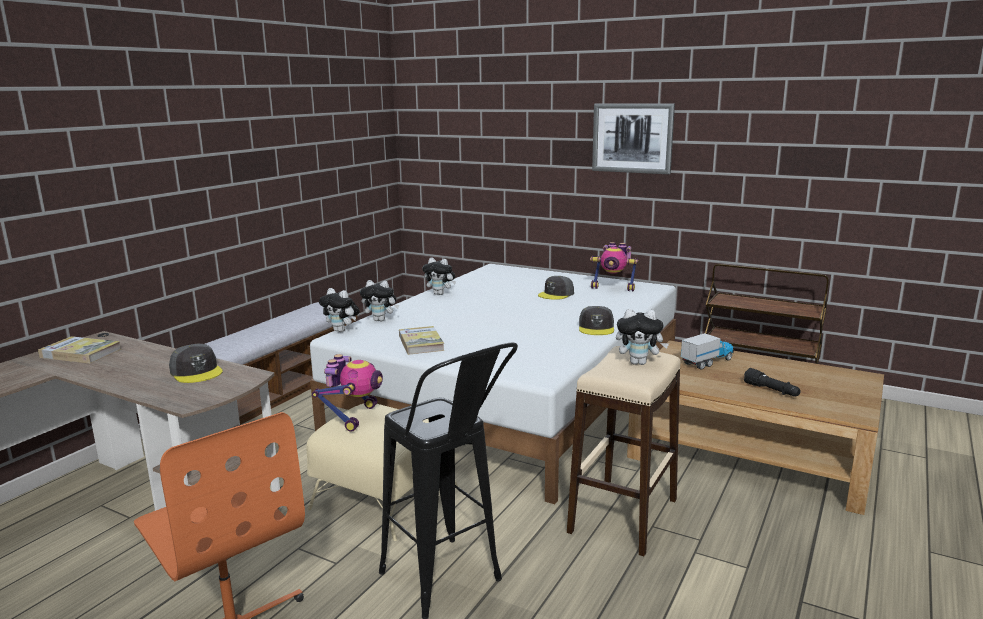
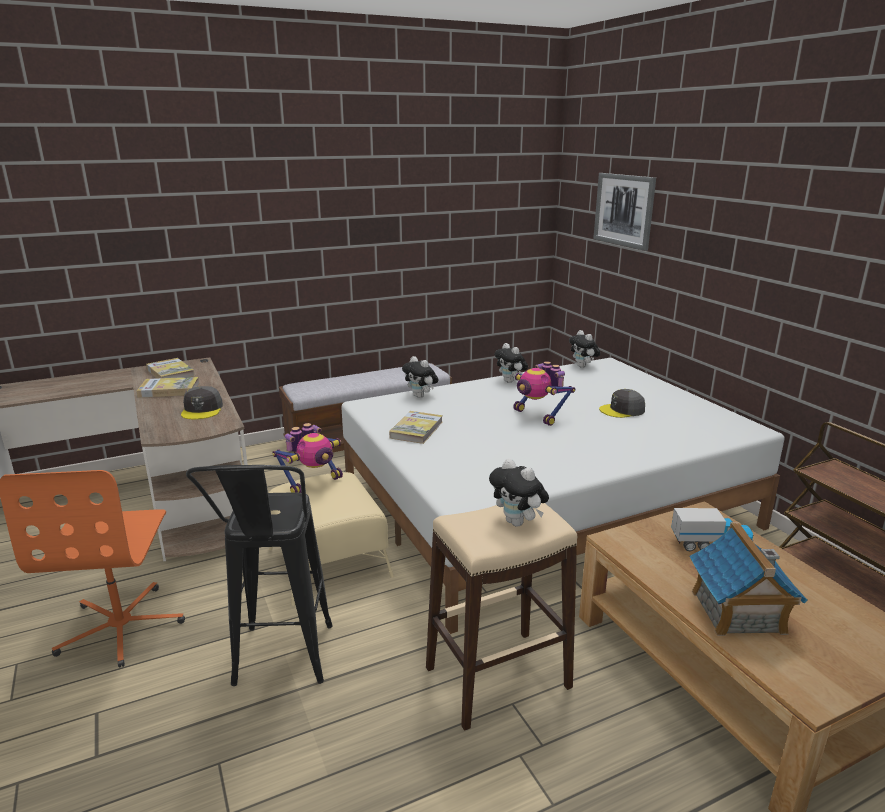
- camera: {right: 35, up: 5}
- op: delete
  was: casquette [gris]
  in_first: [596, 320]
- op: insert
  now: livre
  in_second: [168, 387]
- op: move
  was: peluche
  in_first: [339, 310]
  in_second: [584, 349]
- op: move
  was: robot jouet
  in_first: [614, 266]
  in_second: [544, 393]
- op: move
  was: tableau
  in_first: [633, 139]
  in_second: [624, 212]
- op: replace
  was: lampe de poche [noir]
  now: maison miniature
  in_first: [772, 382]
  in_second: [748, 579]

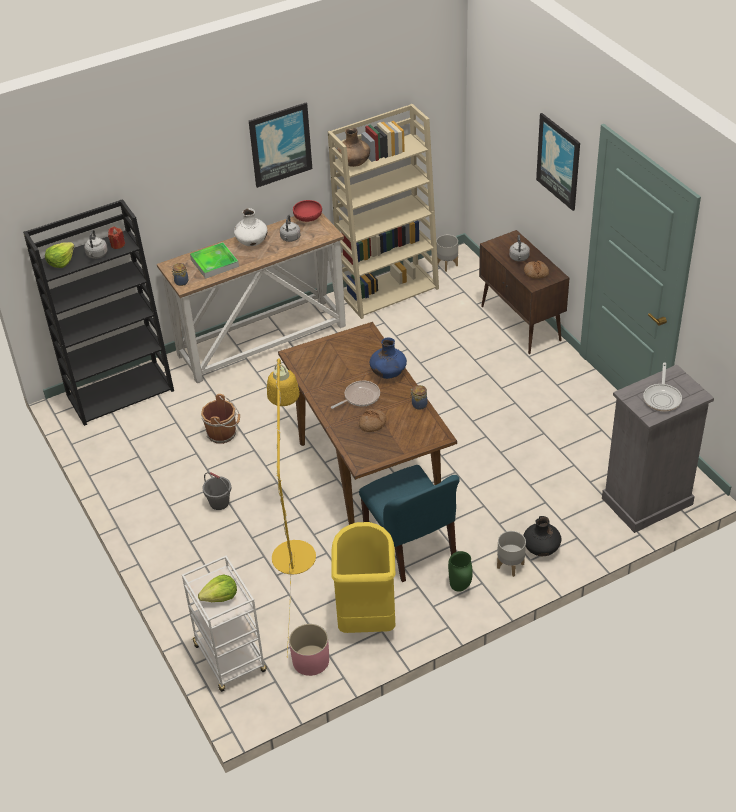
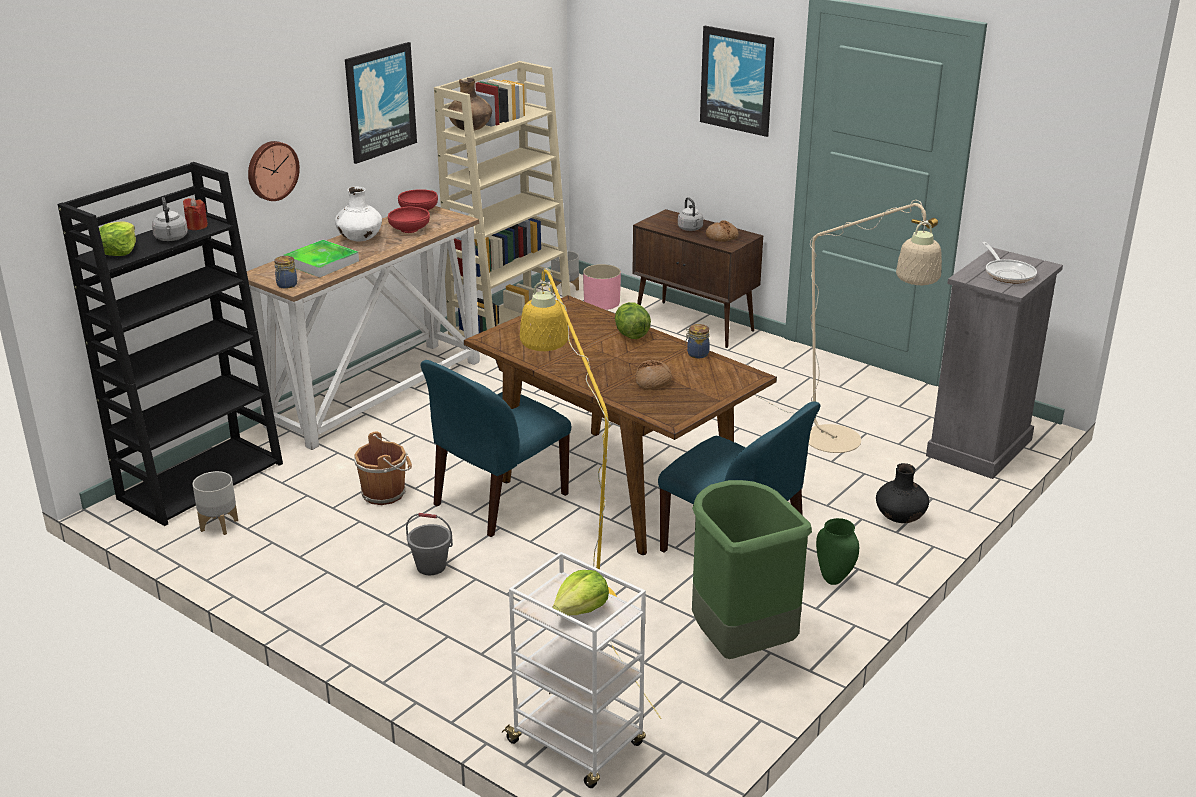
- camera: {right: -25, up: -15}
- op: delete
  was: poêle
  in_first: [355, 395]
- op: insert
  now: horloge murale
  in_second: [274, 171]
- op: insert
  now: chaise [bleu]
  in_second: [496, 448]
- op: insert
  now: lampadaire [beige]
  in_second: [848, 326]
- op: move
  was: cache-pot [rose]
  in_first: [309, 650]
  in_second: [602, 287]
- op: move
  was: cache-pot [gris]
  in_first: [511, 554]
  in_second: [215, 503]
- op: replace
  was: bouilloire [gris]
  now: bol [rouge]
  in_first: [290, 228]
  in_second: [409, 220]
- op: replace
  was: vase [bleu]
  now: laitue
  in_first: [388, 358]
  in_second: [633, 320]
- op: recolor
  was: poubelle [jaune]
  now: poubelle [vert]
  in_first: [363, 577]
  in_second: [752, 569]

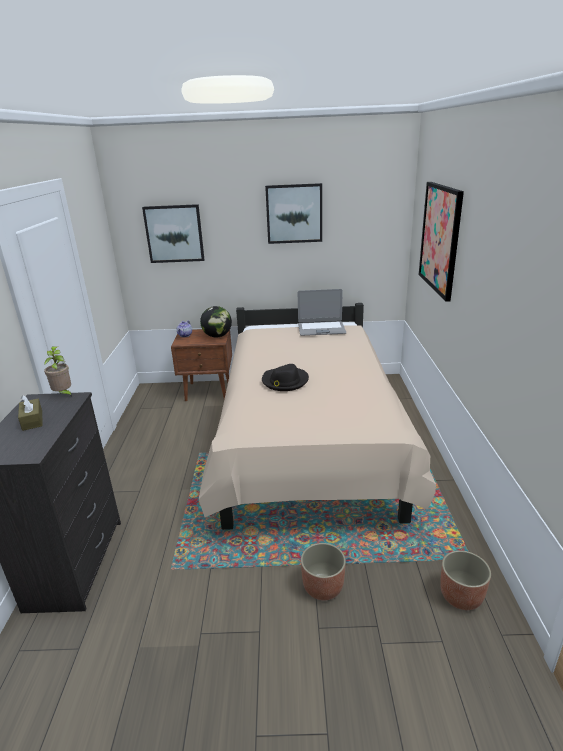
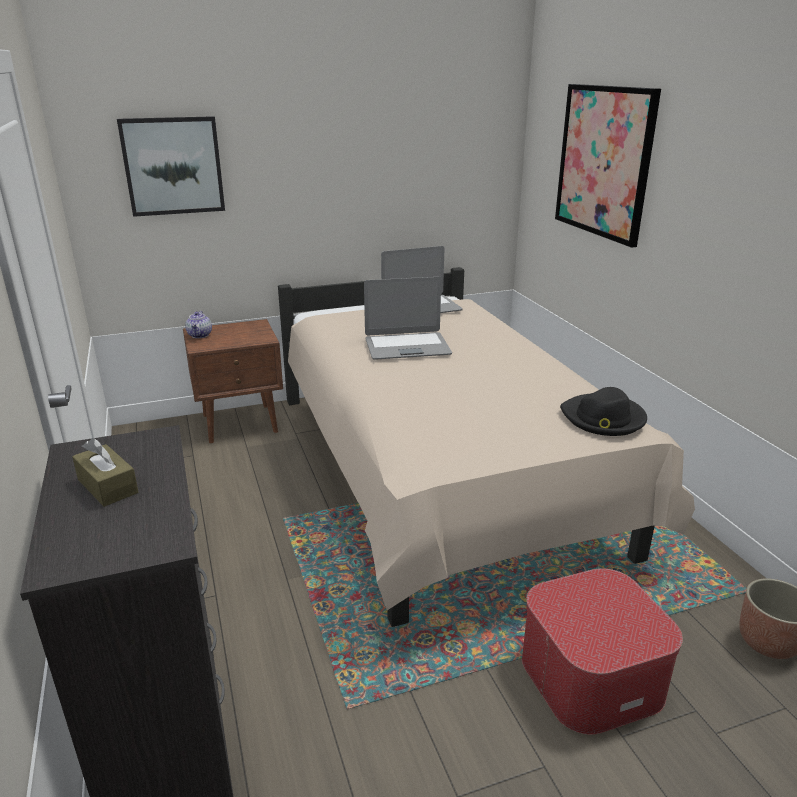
- camera: {right: -20, up: 0}
- op: delete
  was: plante en pot
  in_first: [58, 371]
- op: delete
  was: globe
  in_first: [216, 321]
- op: delete
  was: tableau
  in_first: [293, 213]
- op: insert
  now: ordinateur portable
  in_second: [408, 318]
- op: move
  was: chapeau [noir]
  in_first: [285, 377]
  in_second: [603, 411]
- op: replace
  was: cache-pot
  now: pouf
  in_first: [323, 571]
  in_second: [602, 651]

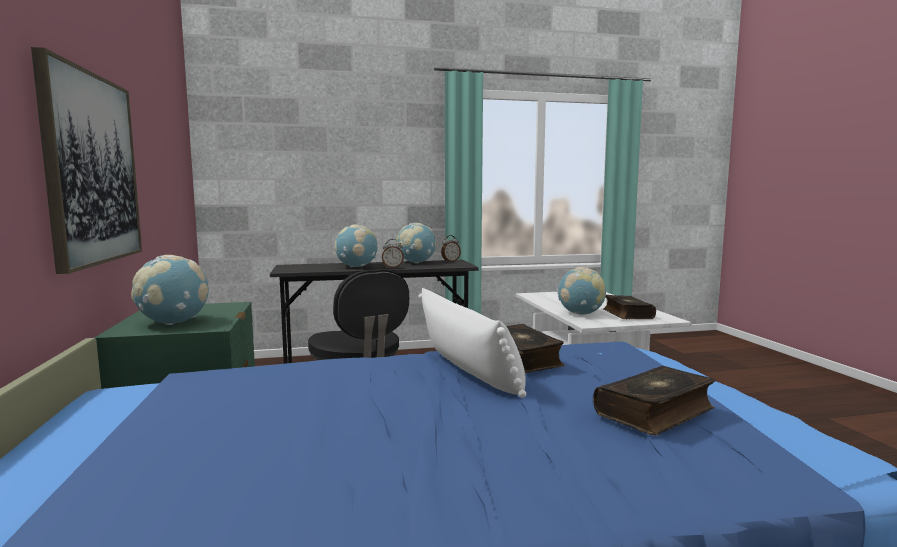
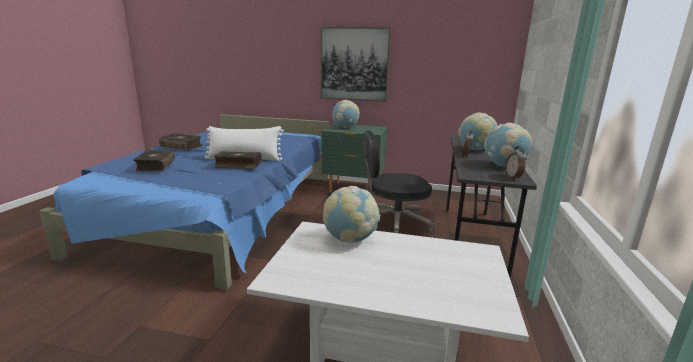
- camera: {right: 115, up: 10}
- op: move
  was: livre
  in_first: [629, 307]
  in_second: [180, 142]

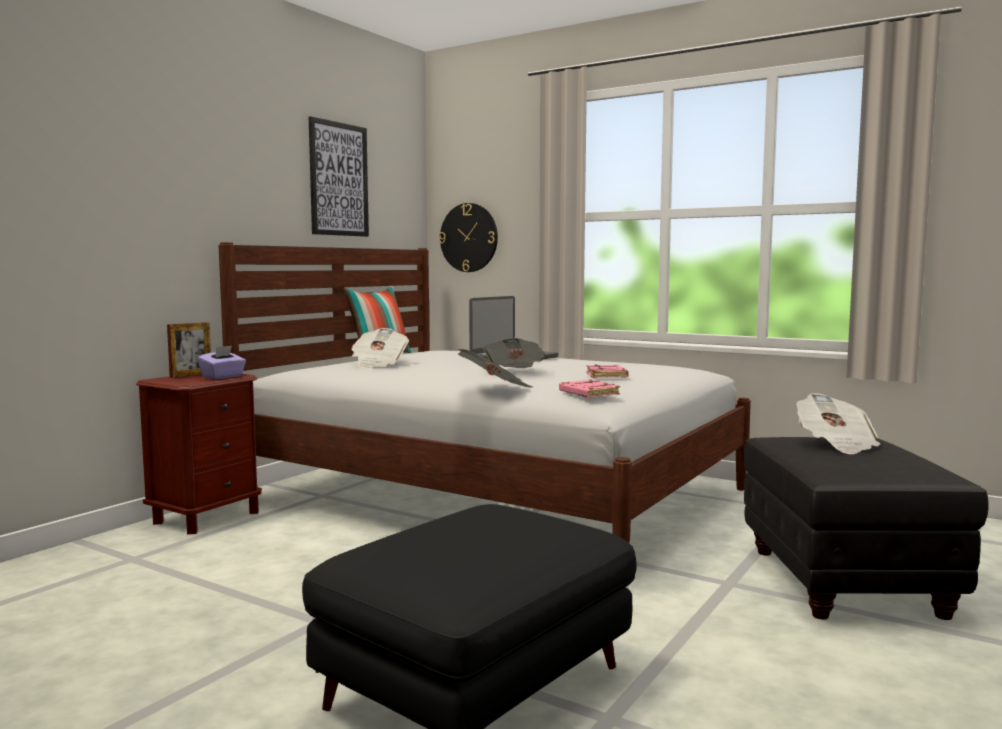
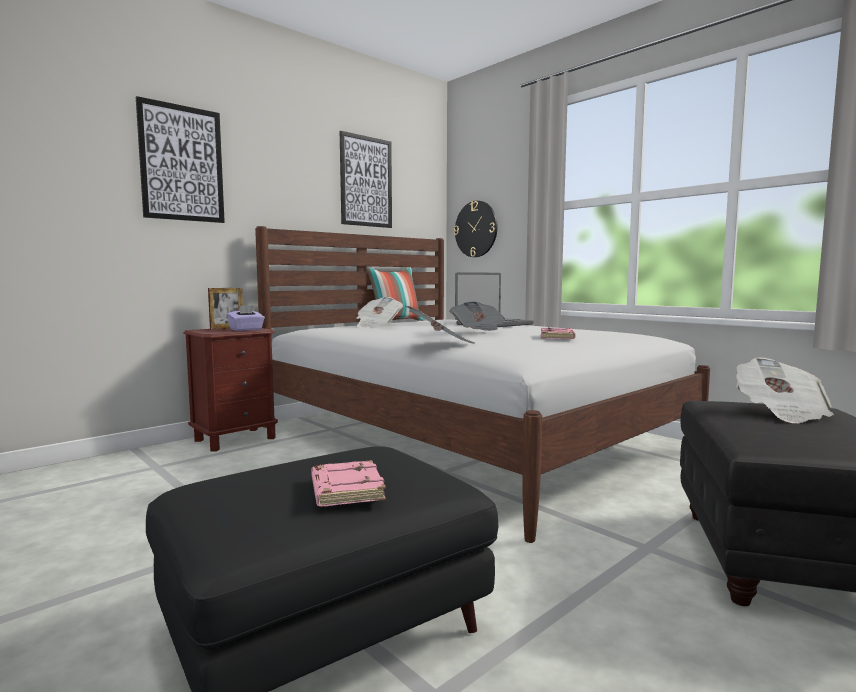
- camera: {right: 15, up: 0}
- op: insert
  now: tableau
  in_second: [180, 159]
- op: move
  was: livre [rose]
  in_first: [589, 388]
  in_second: [348, 483]

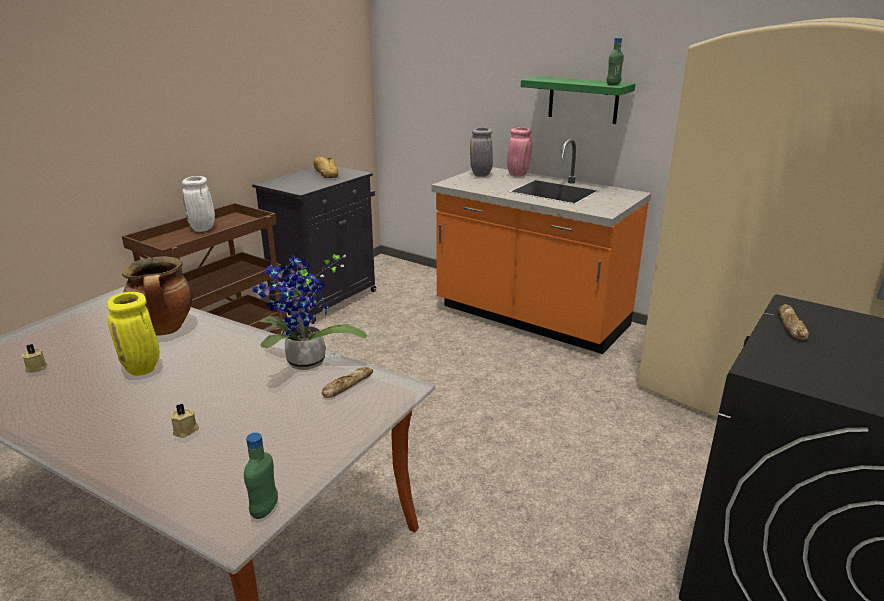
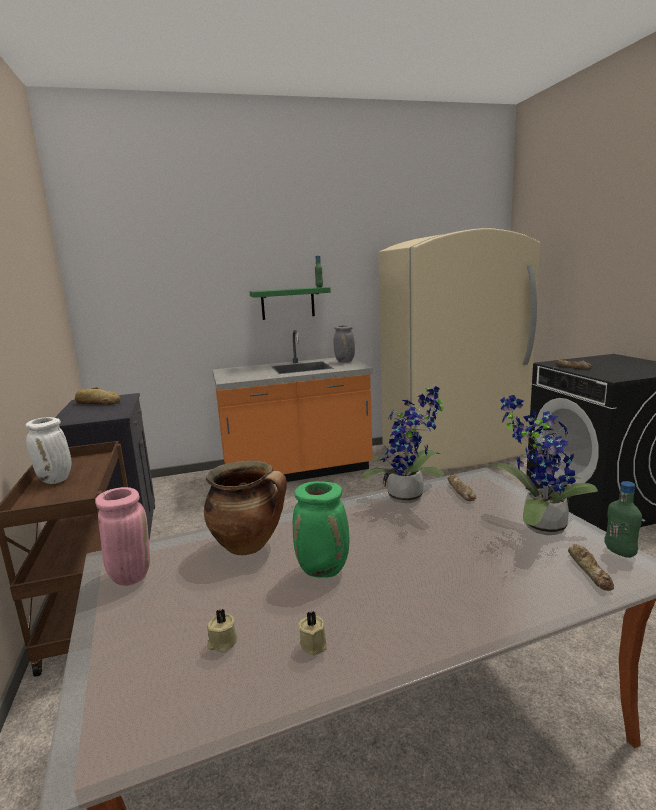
- camera: {right: -50, up: -10}
- op: insert
  now: plante en pot
  in_second: [545, 465]
- op: insert
  now: pain
  in_second: [591, 567]
- op: move
  was: bougie [beige]
  in_first: [184, 421]
  in_second: [312, 633]
- op: move
  was: vase [gris]
  in_first: [481, 152]
  in_second: [344, 344]
- op: move
  was: vase [rose]
  in_first: [519, 152]
  in_second: [122, 536]
- op: recolor
  was: vase [jaune]
  now: vase [vert]
  in_first: [133, 334]
  in_second: [321, 529]

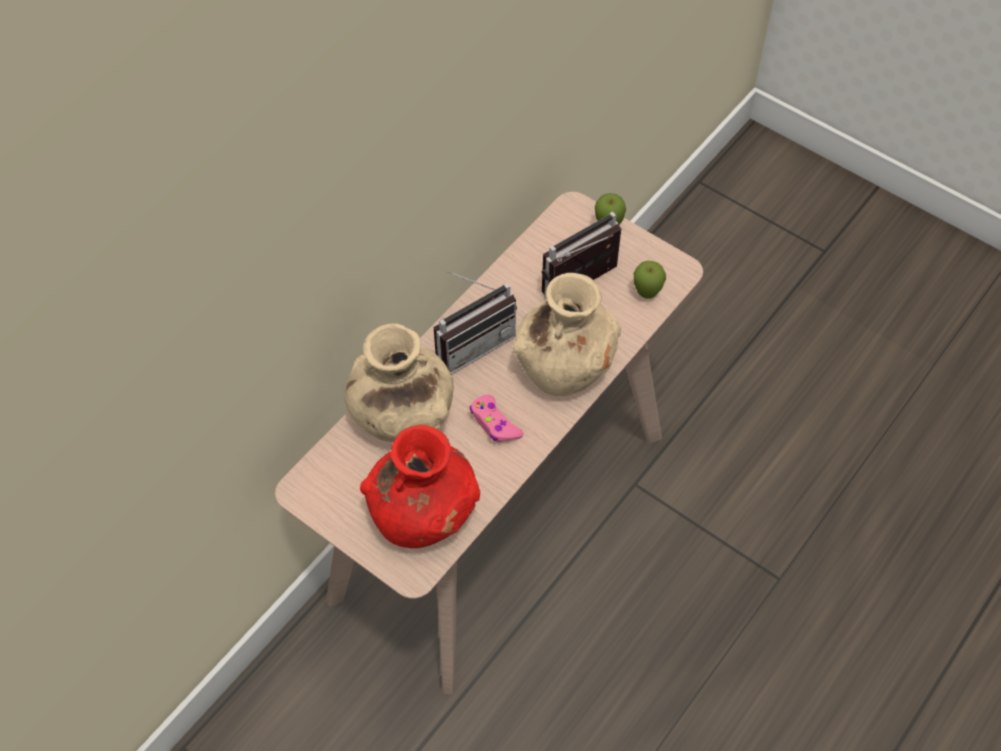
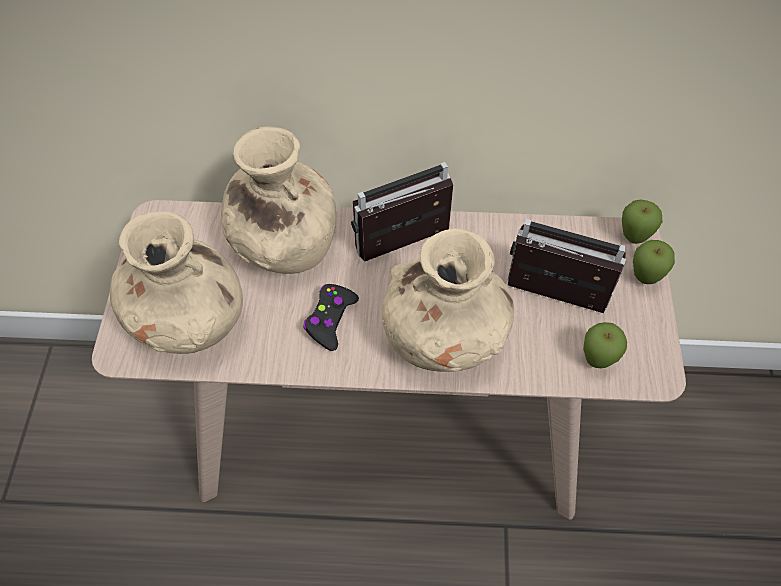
- camera: {right: 55, up: 0}
- op: insert
  now: pomme
  in_second: [642, 222]
- op: recolor
  was: vase [rouge]
  now: vase [beige]
  in_first: [420, 486]
  in_second: [176, 282]
- op: recolor
  was: manette [rose]
  now: manette [noir]
  in_first: [496, 418]
  in_second: [331, 317]
- op: rotate
  was: radio
  in_first: [475, 322]
  in_second: [402, 212]
  clockwise: 135

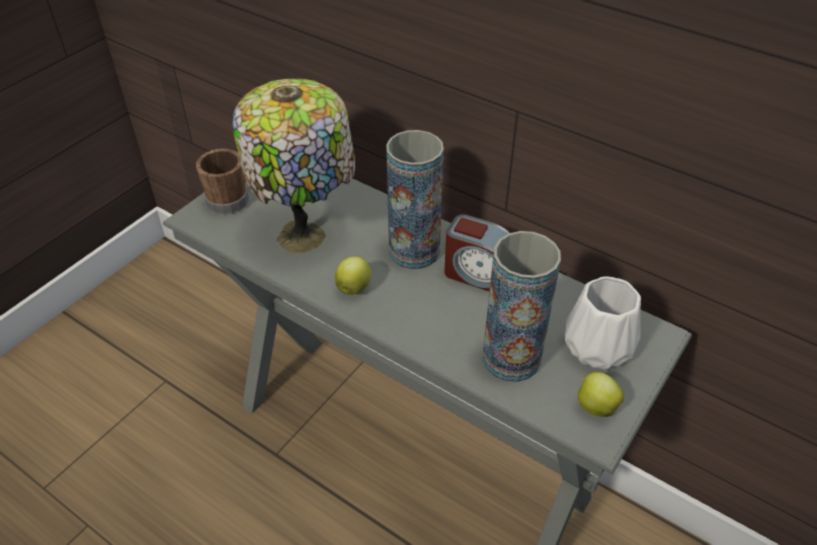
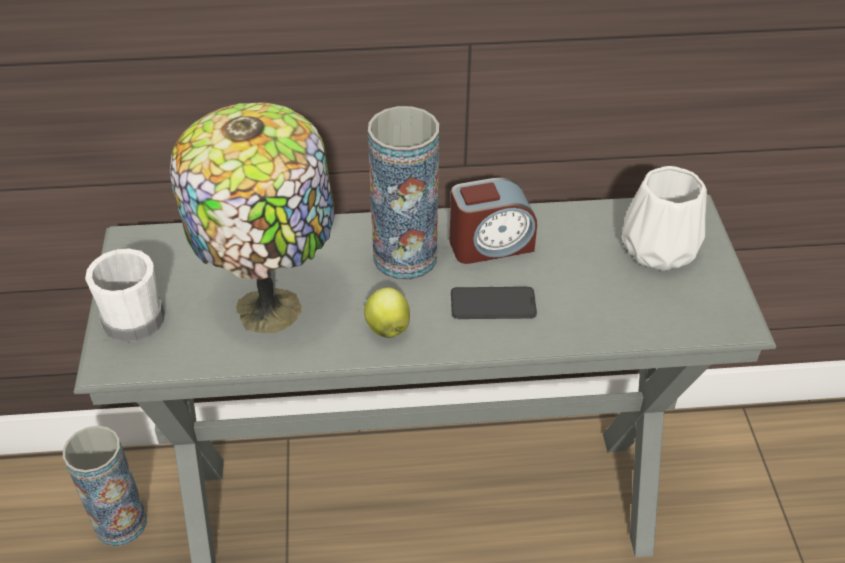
- camera: {right: -40, up: 0}
- op: delete
  was: pomme
  in_first: [601, 394]
- op: insert
  now: téléphone
  in_second: [494, 303]
- op: move
  was: vase
  in_first: [521, 306]
  in_second: [105, 485]
- op: recolor
  was: mug [marron]
  now: mug [blanc]
  in_first: [222, 181]
  in_second: [125, 295]

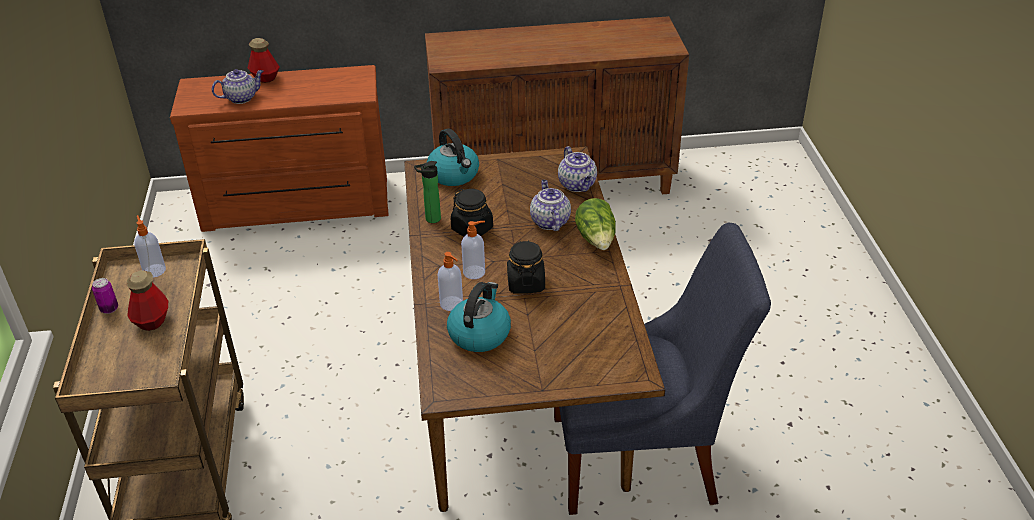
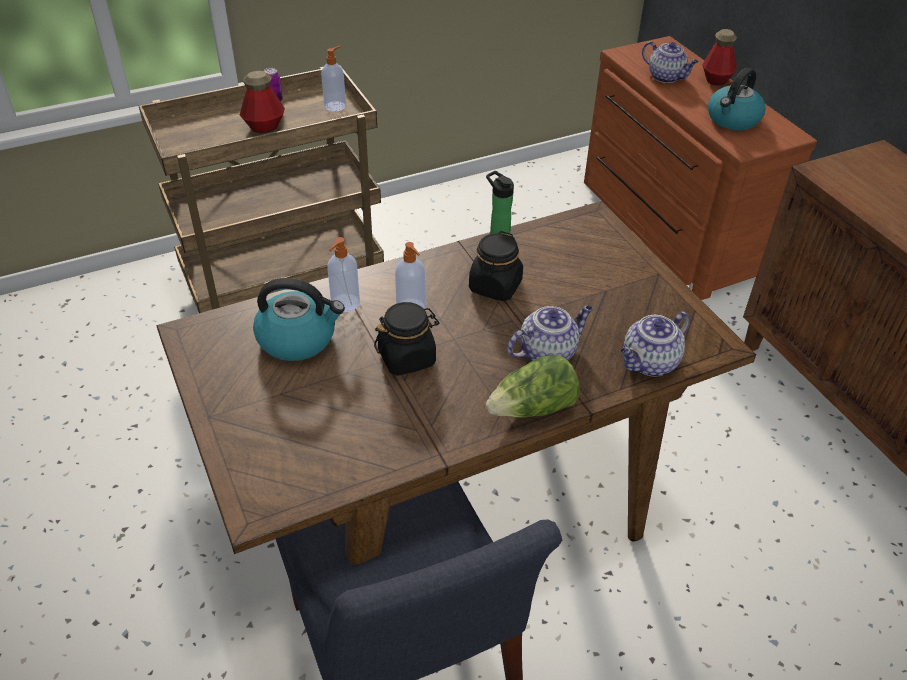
- camera: {right: 70, up: 5}
- op: move
  was: bouilloire
  in_first: [453, 157]
  in_second: [737, 99]

